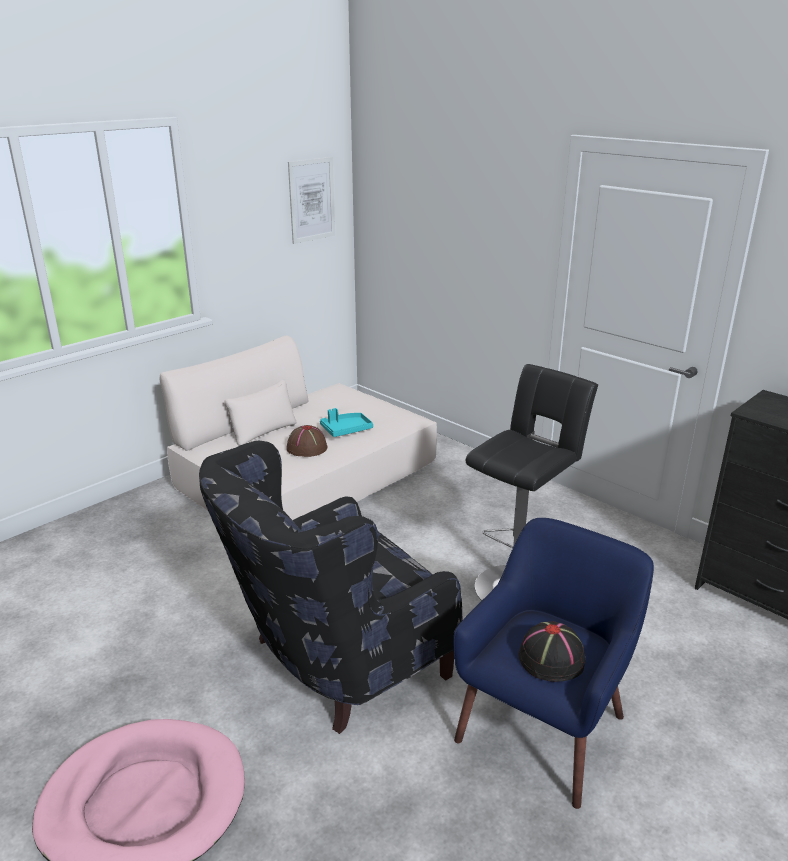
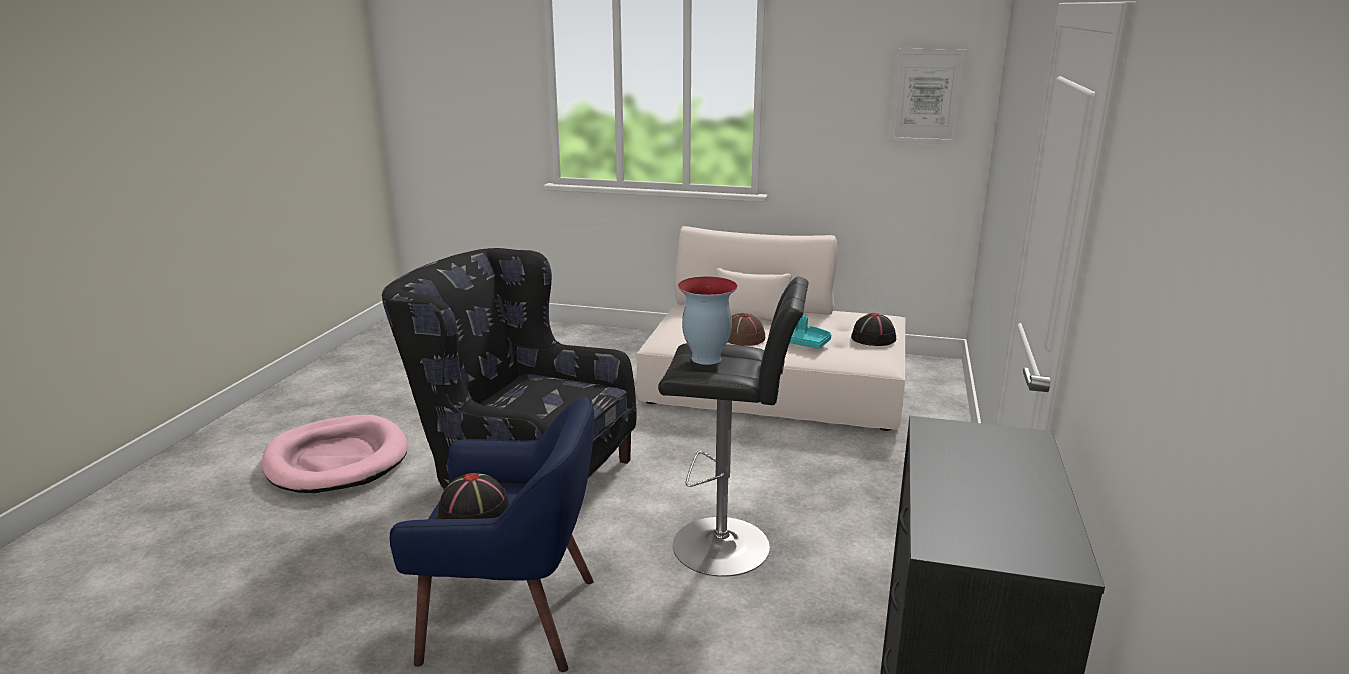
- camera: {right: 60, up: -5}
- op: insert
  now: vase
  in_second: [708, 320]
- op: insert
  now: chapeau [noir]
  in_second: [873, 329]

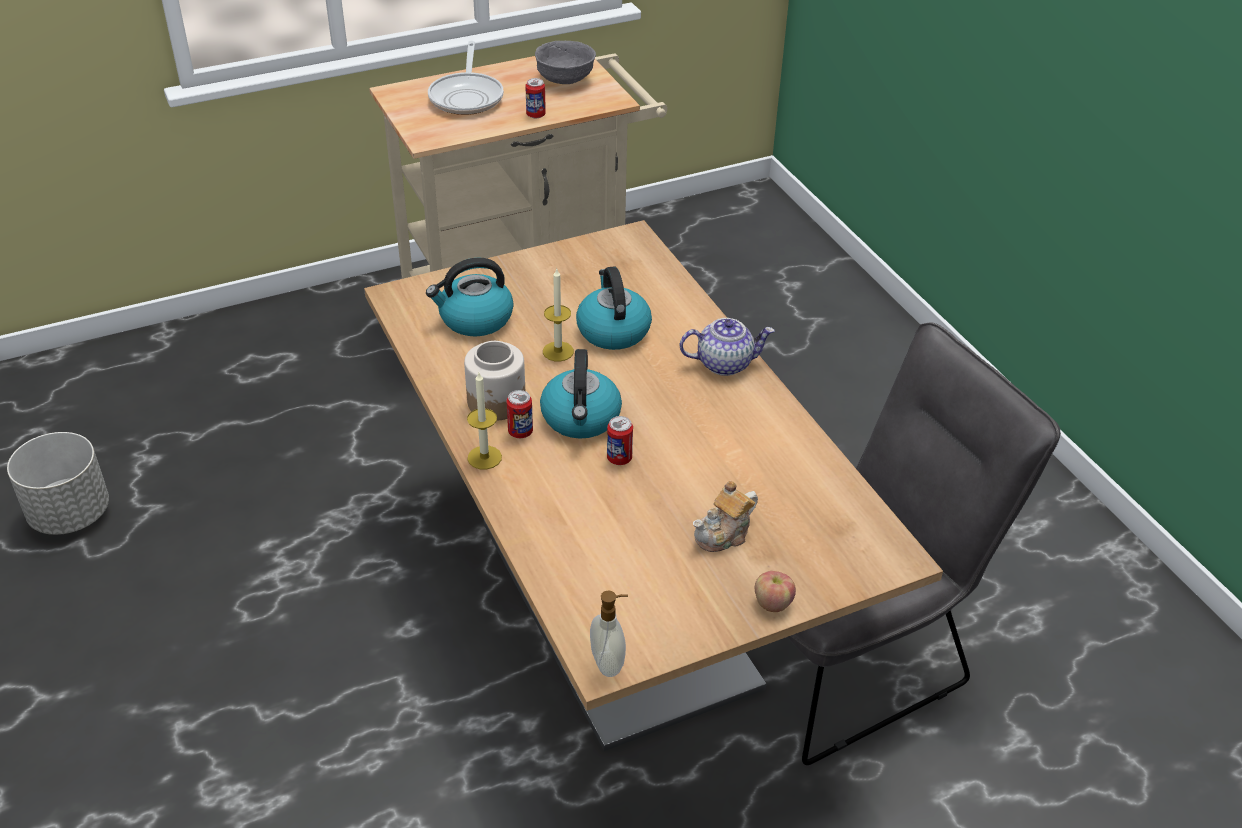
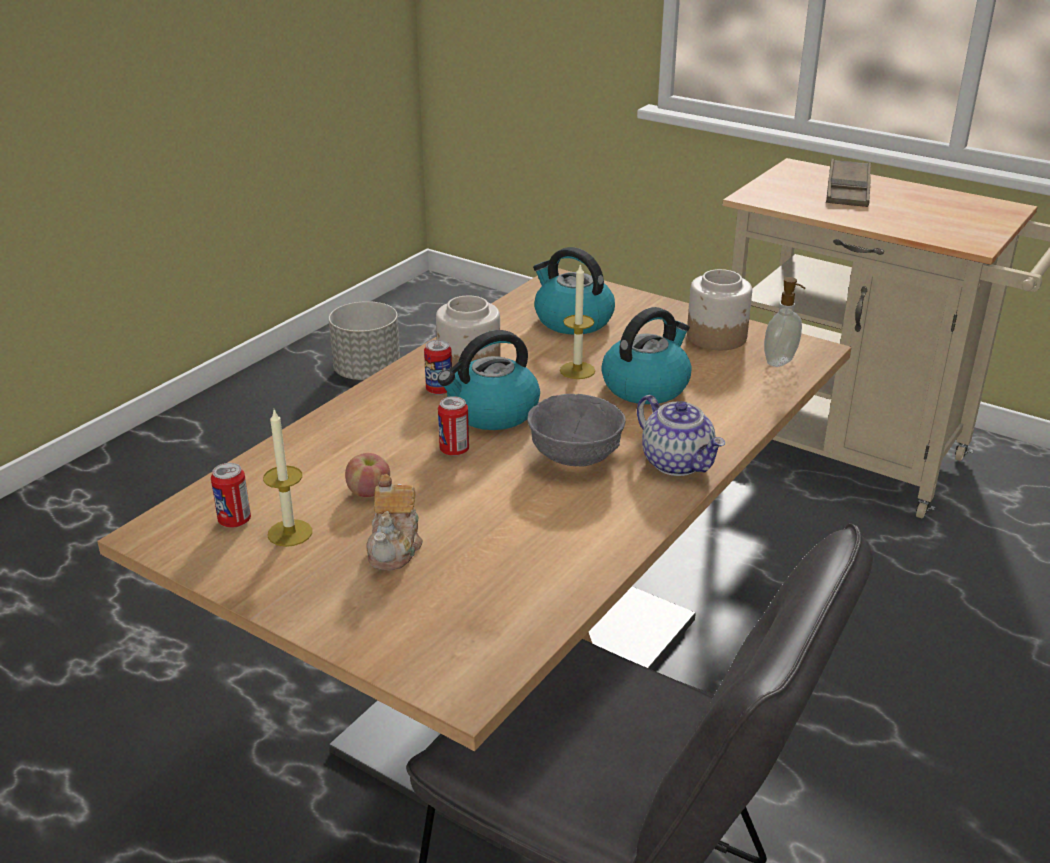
- camera: {right: 60, up: -10}
- op: insert
  now: bocal
  in_second: [719, 309]
- op: move
  was: bougie
  in_first: [484, 421]
  in_second: [287, 478]
- op: move
  was: boîte métallique
  in_first: [535, 98]
  in_second: [231, 495]
- op: move
  was: bol [gris]
  in_first: [565, 62]
  in_second: [577, 430]
- op: move
  was: distributeur de savon
  in_first: [609, 634]
  in_second: [785, 322]
- op: move
  was: pomme
  in_first: [775, 591]
  in_second: [367, 475]
- op: replace
  was: poêle
  now: plateau [marron]
  in_first: [466, 78]
  in_second: [848, 183]
- op: rotate
  was: théière
  in_first: [725, 516]
  in_second: [394, 522]
  clockwise: -105

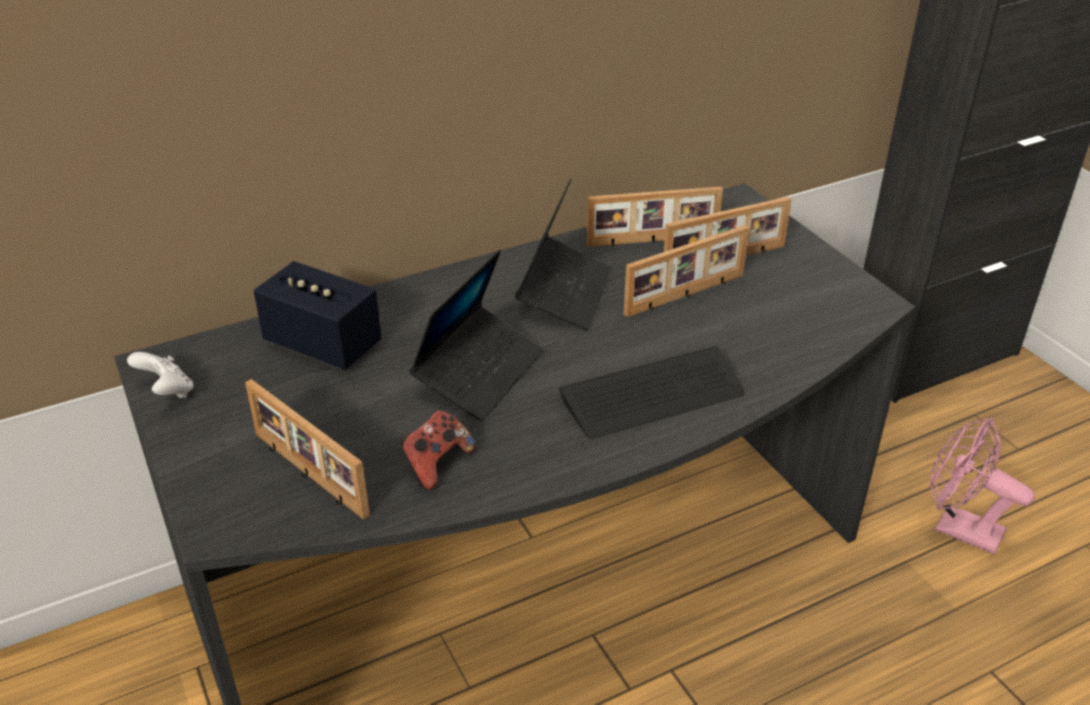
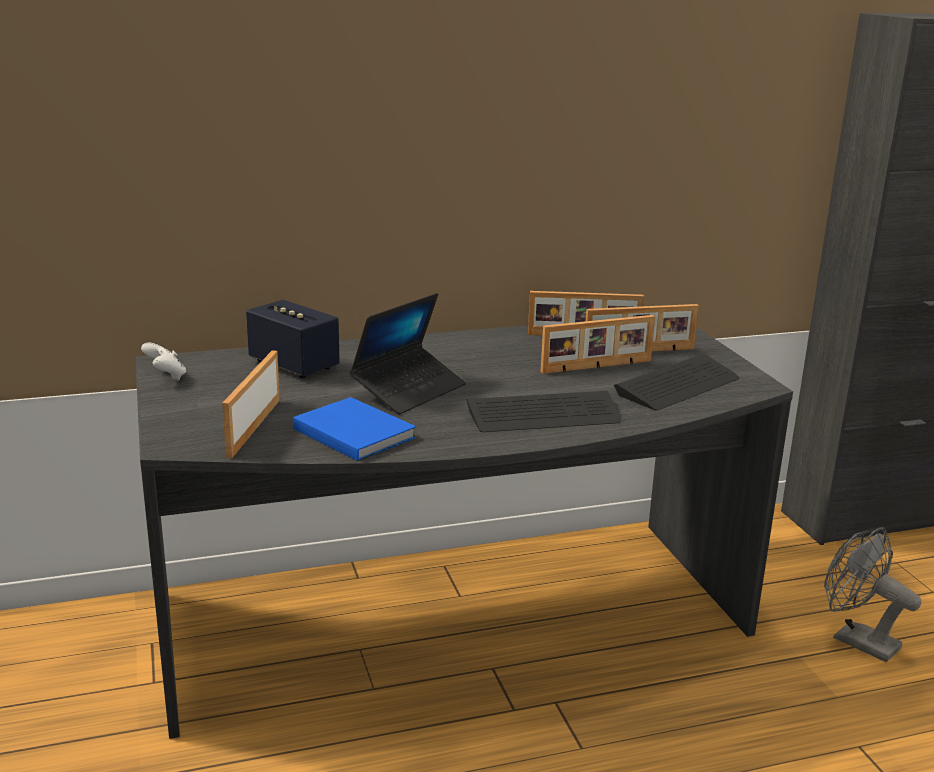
- camera: {right: 10, up: -15}
- op: delete
  was: ordinateur portable
  in_first: [563, 255]
- op: insert
  now: clavier
  in_second: [676, 382]
- op: replace
  was: manette
  now: livre [bleu]
  in_first: [438, 450]
  in_second: [354, 429]
- op: recolor
  was: ventilateur [rose]
  now: ventilateur [gris]
  in_first: [982, 486]
  in_second: [872, 594]
- op: rotate
  was: cadre photo
  in_first: [307, 449]
  in_second: [251, 404]
  clockwise: 45

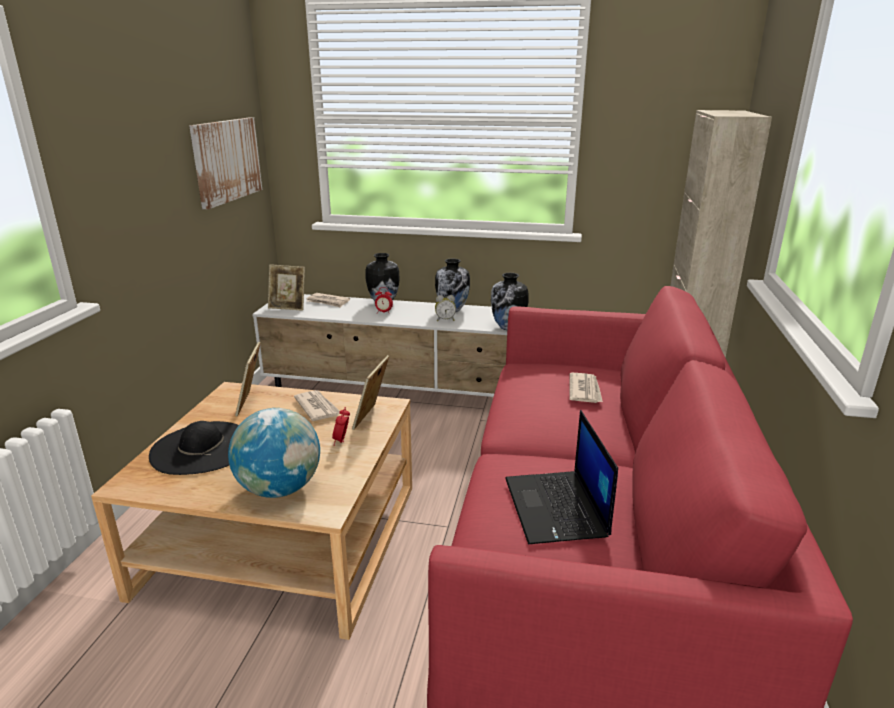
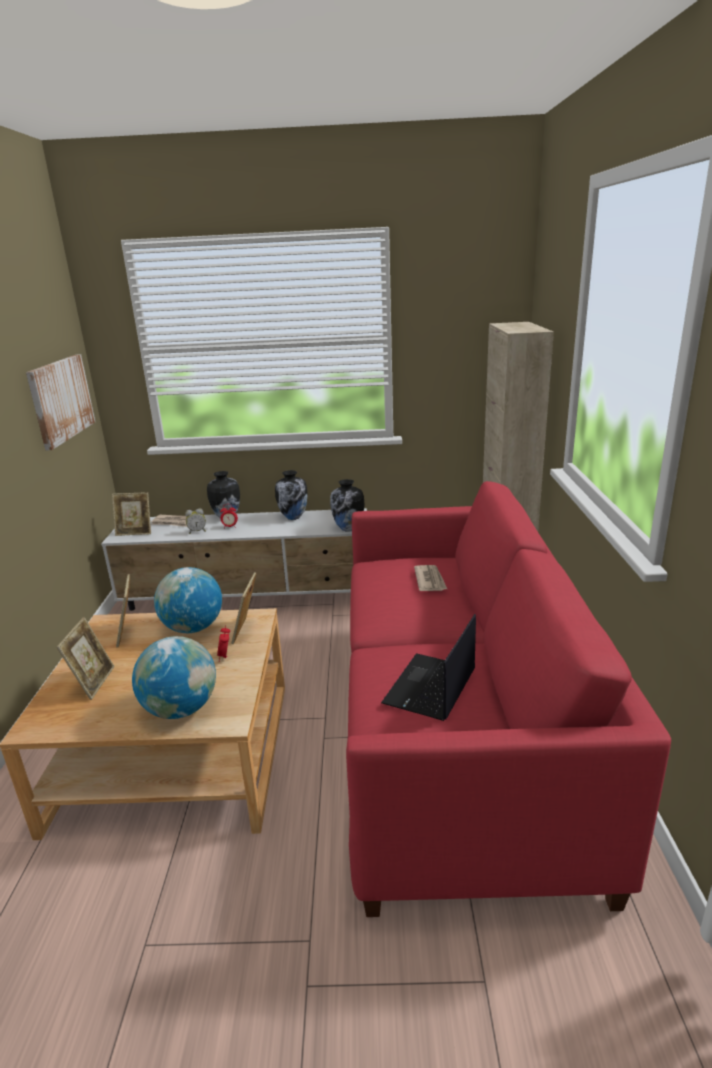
- camera: {right: -10, up: 0}
- op: move
  was: réveil
  in_first: [445, 308]
  in_second: [195, 521]
- op: replace
  was: chapeau [noir]
  now: cadre photo
  in_first: [194, 448]
  in_second: [85, 658]
- op: replace
  was: journal
  now: globe
  in_first: [317, 405]
  in_second: [188, 600]
- op: rotate
  was: ordinateur portable
  in_first: [561, 477]
  in_second: [428, 667]
  clockwise: 45

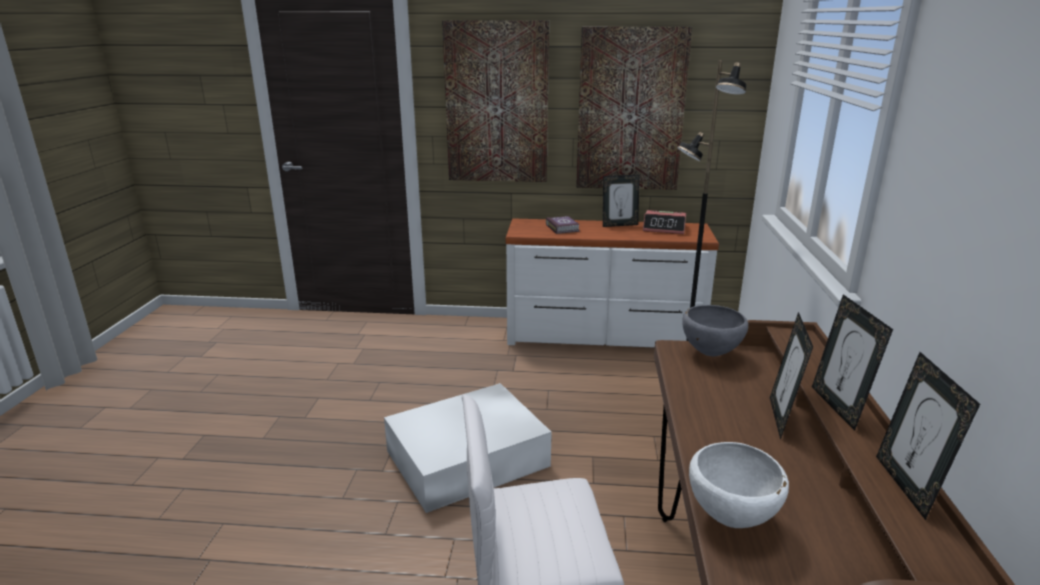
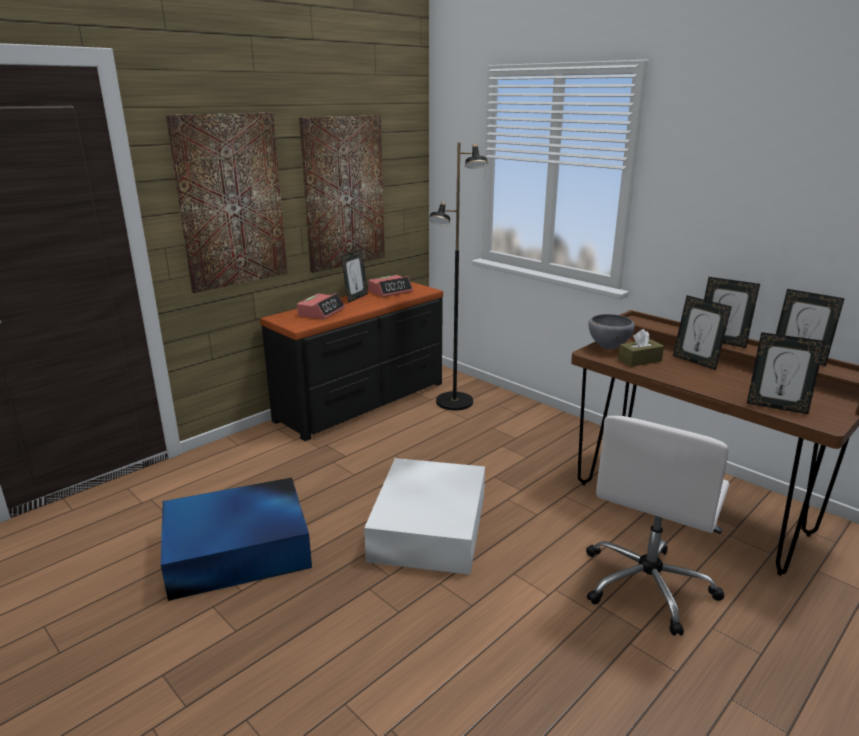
- camera: {right: -50, up: 0}
- op: insert
  now: boîte de rangement [bleu]
  in_second: [236, 539]
- op: insert
  now: boîte à mouchoirs [marron]
  in_second: [641, 348]
- op: replace
  was: livre
  now: réveil
  in_first: [563, 225]
  in_second: [321, 306]
- op: replace
  was: bol [blanc]
  now: cadre photo
  in_first: [739, 485]
  in_second: [786, 373]
- op: recolor
  was: commode [blanc]
  now: commode [noir]
  in_first: [612, 283]
  in_second: [351, 361]

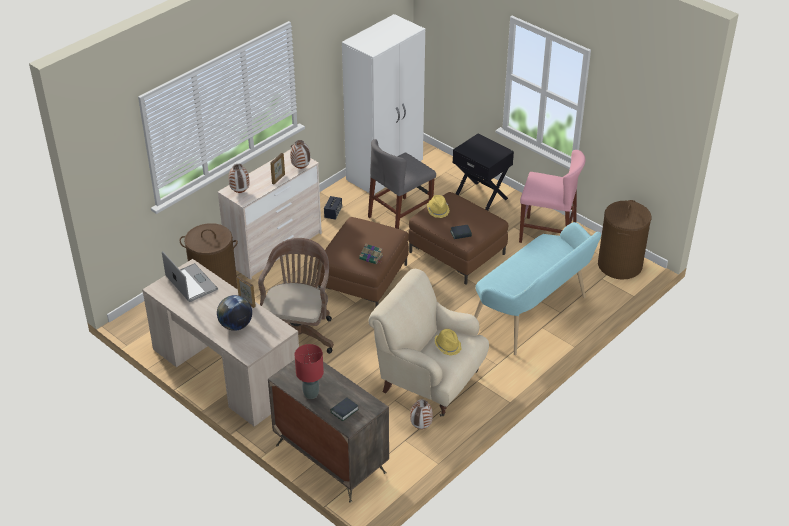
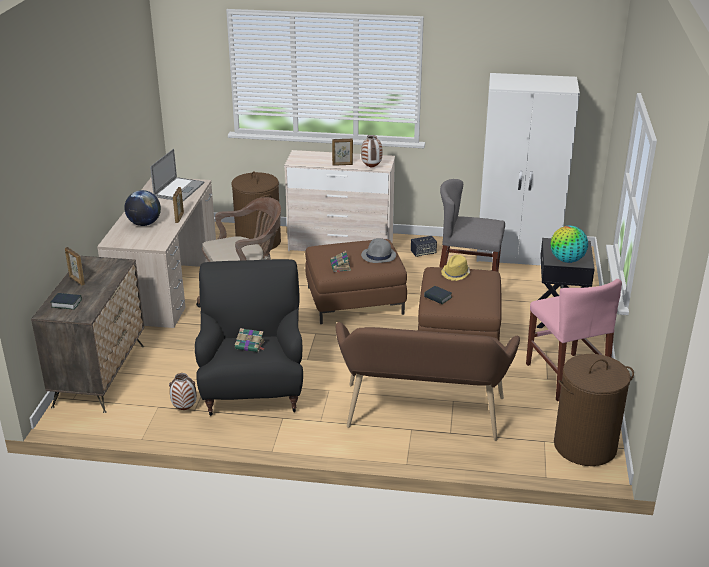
- camera: {right: 55, up: -10}
- op: delete
  was: vase
  in_first: [239, 178]
- op: insert
  now: chapeau [gris]
  in_second: [378, 250]
- op: insert
  now: globe
  in_second: [569, 244]
- op: replace
  was: lampe de table [rouge]
  now: cadre photo
  in_first: [309, 371]
  in_second: [75, 266]
- op: replace
  was: chapeau [jaune]
  now: livre
  in_first: [448, 342]
  in_second: [250, 340]
- op: recolor
  was: fauteuil [beige]
  now: fauteuil [noir]
  in_first: [429, 342]
  in_second: [249, 337]
- op: recolor
  was: banc [turquoise]
  now: banc [marron]
  in_first: [537, 288]
  in_second: [428, 381]

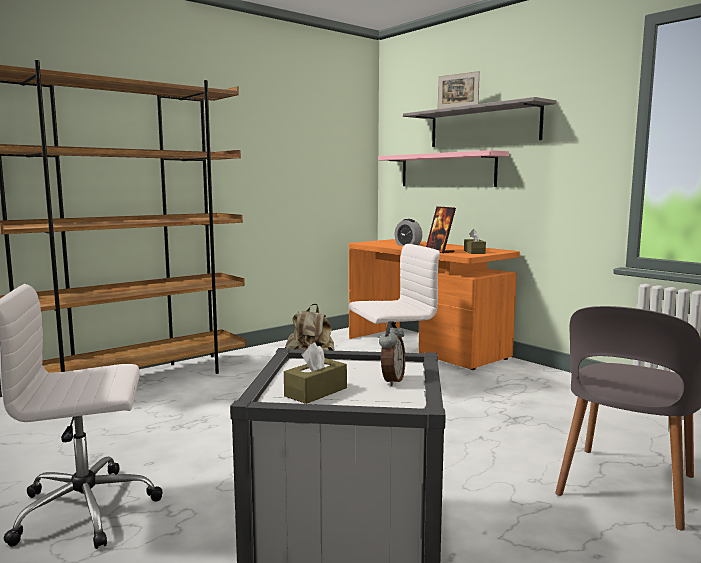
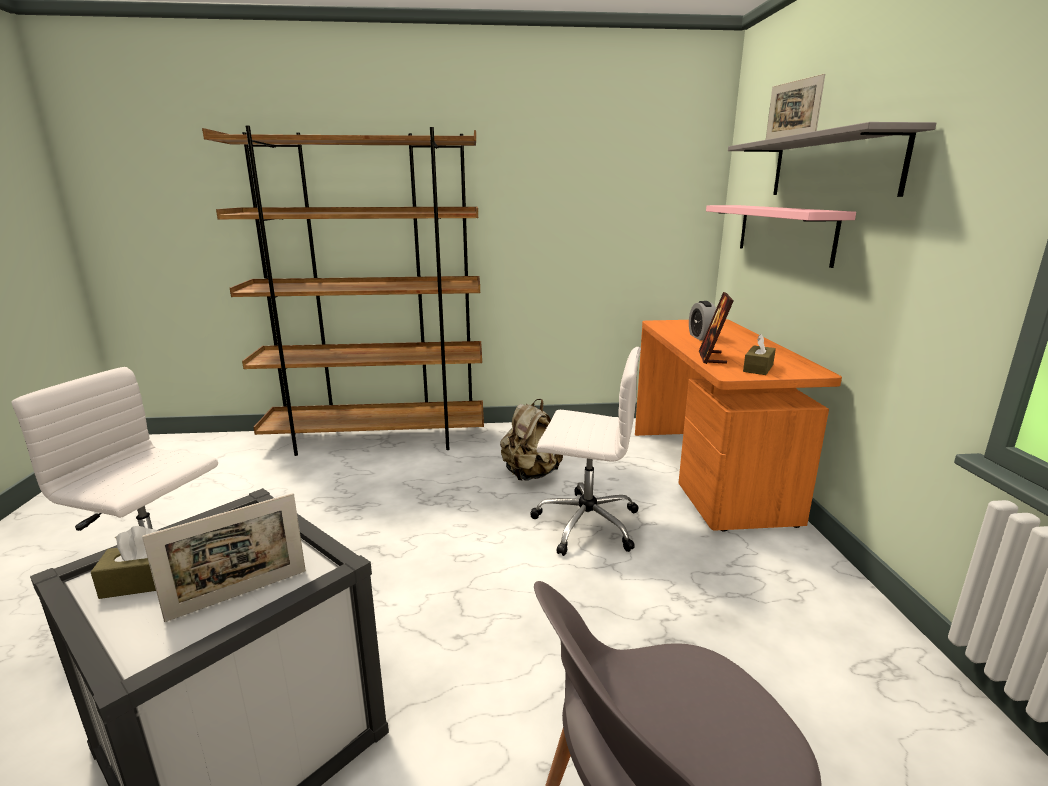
- camera: {right: 35, up: 10}
- op: replace
  was: réveil
  now: cadre photo
  in_first: [392, 353]
  in_second: [224, 557]

